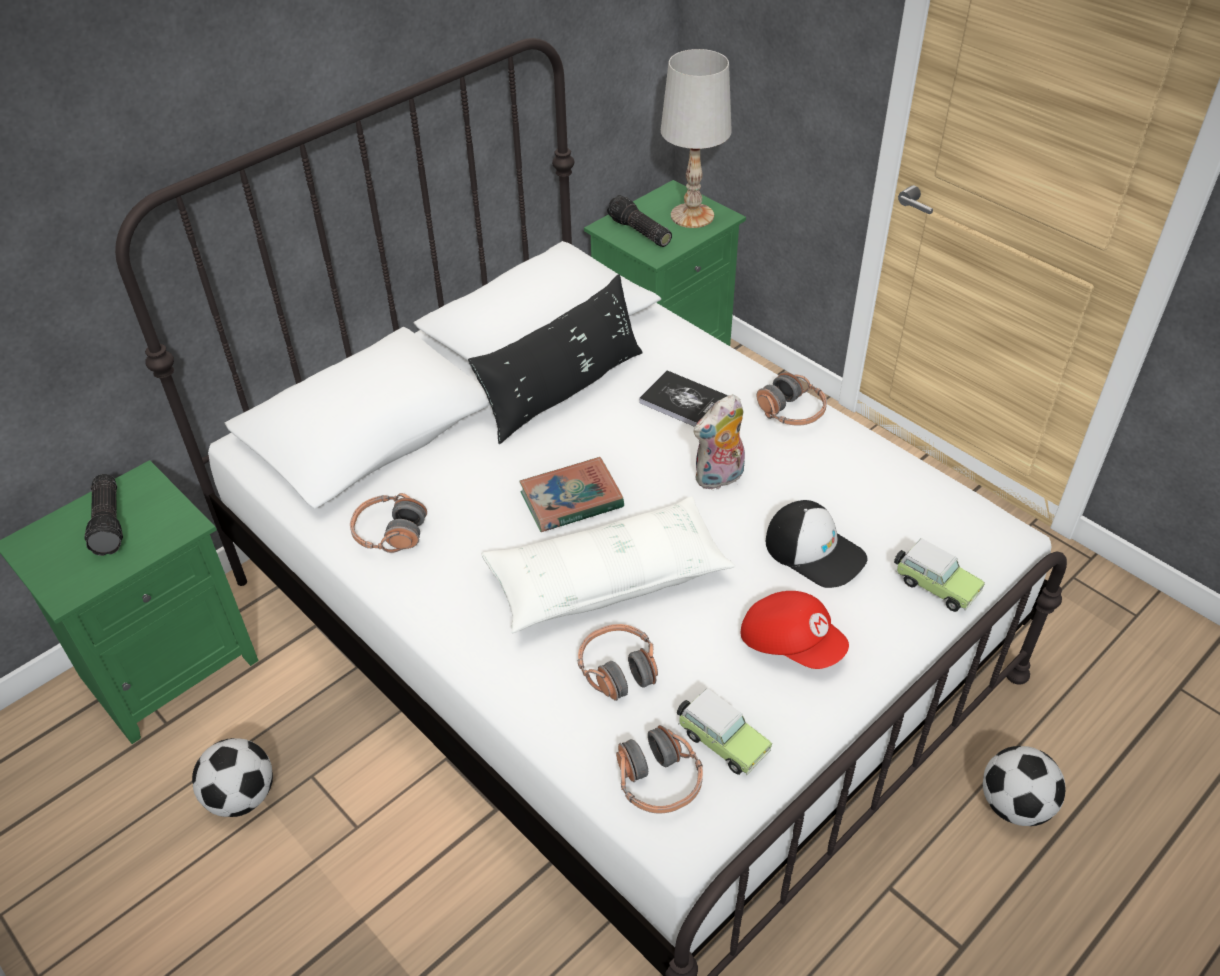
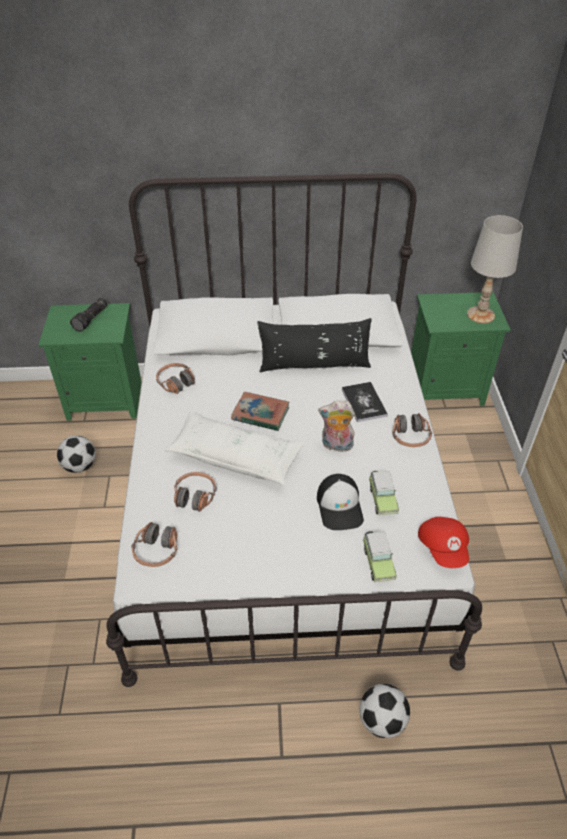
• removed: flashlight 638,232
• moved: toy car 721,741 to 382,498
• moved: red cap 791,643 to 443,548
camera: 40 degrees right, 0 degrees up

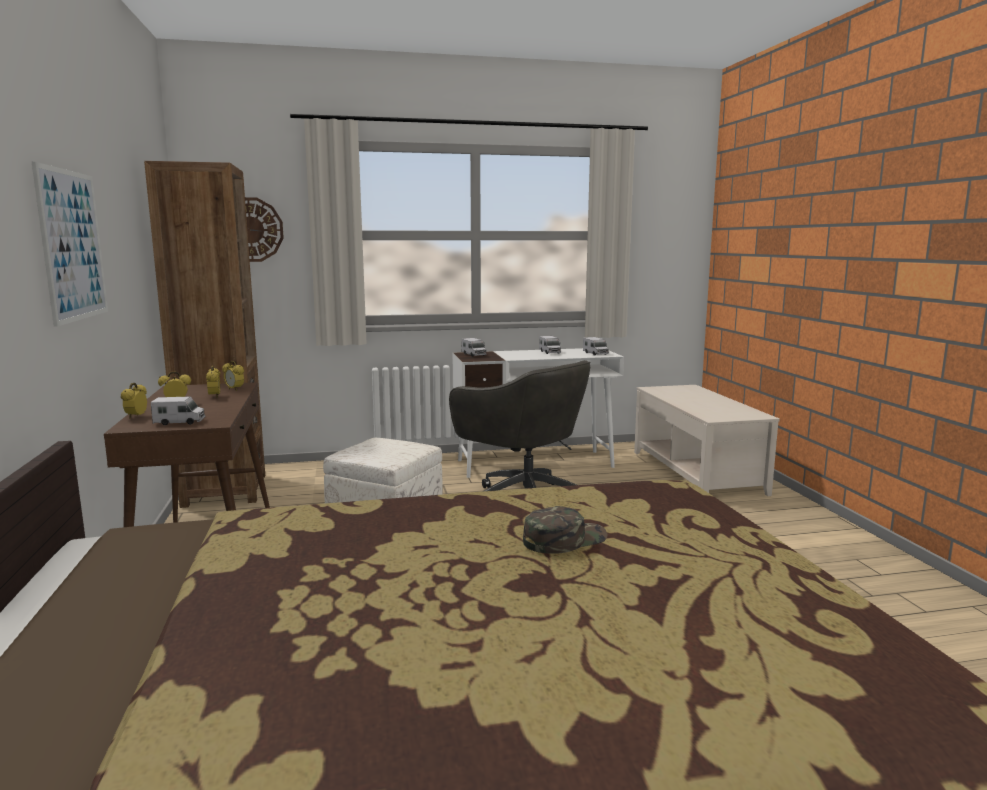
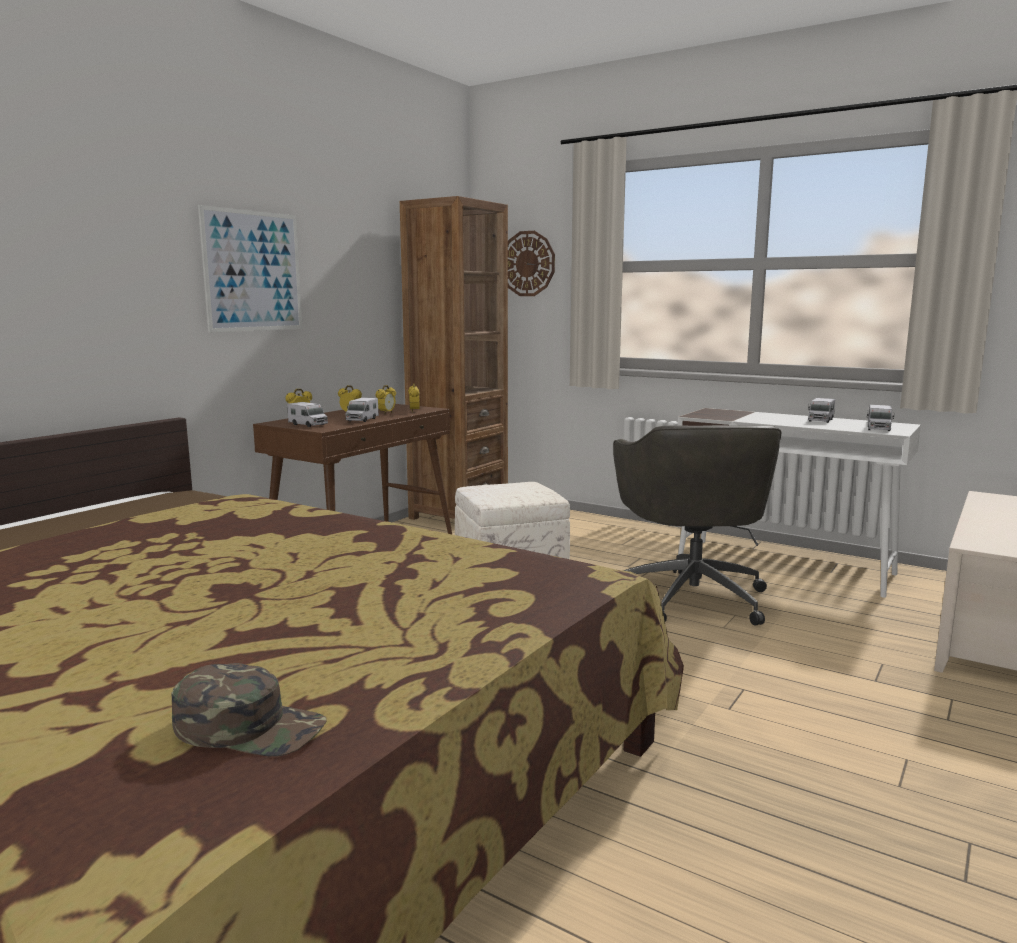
• moved: toy truck 474,354 to 362,420
• moved: green cap 564,539 to 250,727
camera: 45 degrees right, 0 degrees up

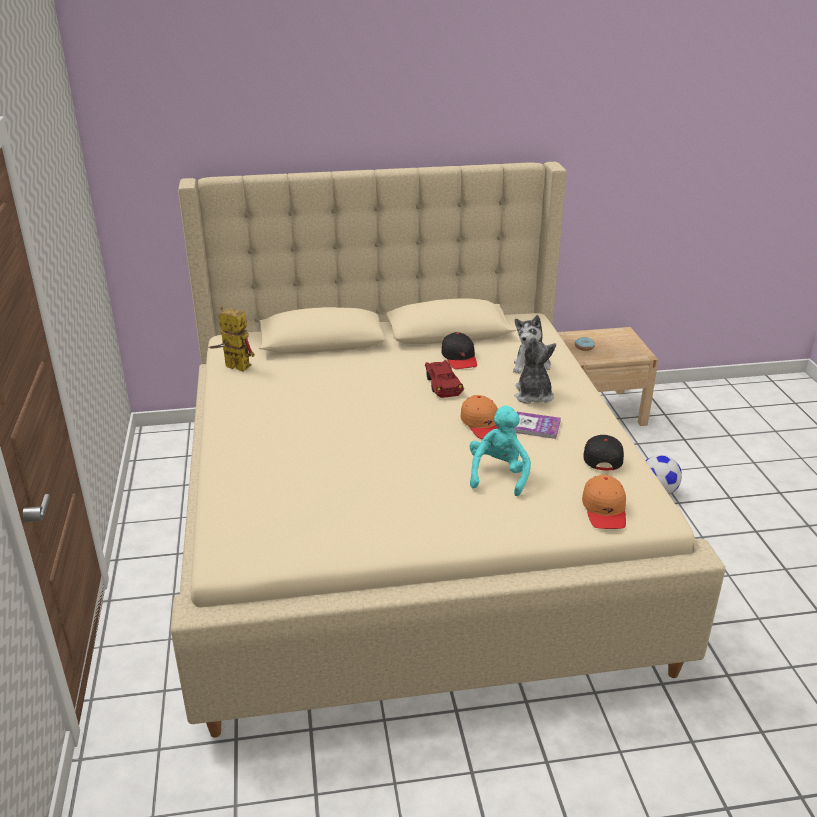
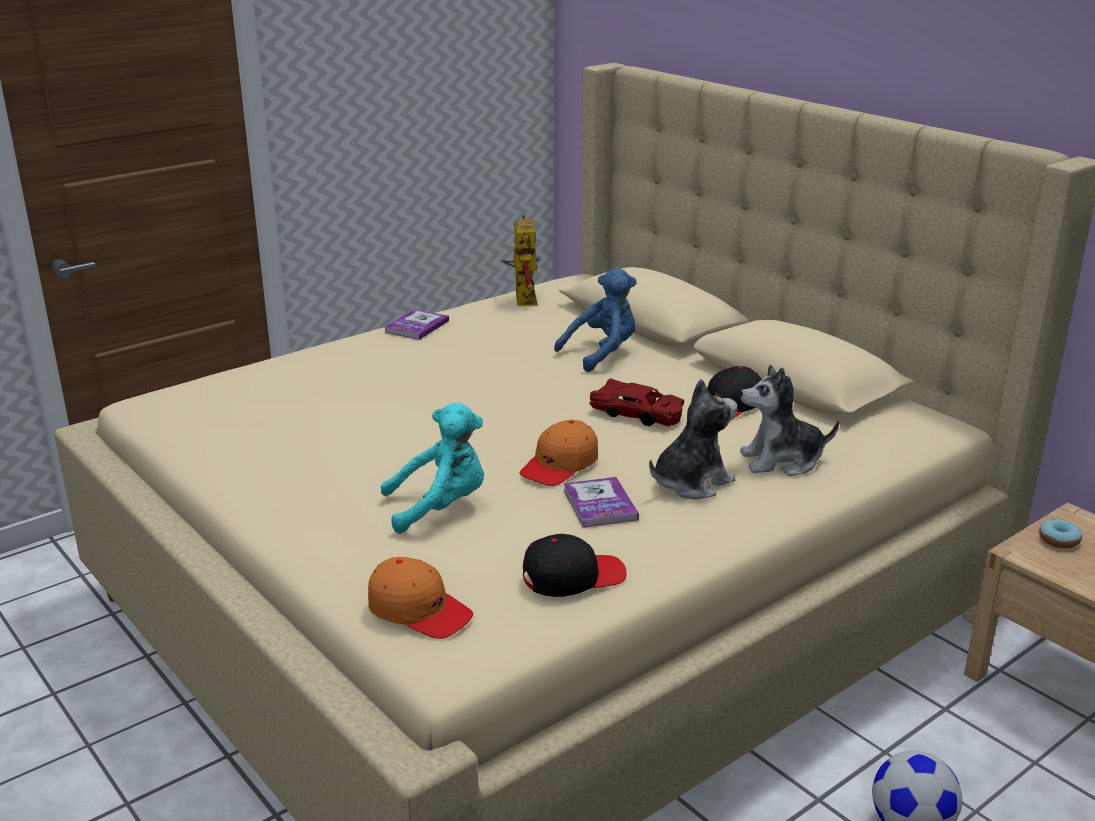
• turned: red toy car 442,384 = 636,414 75 degrees clockwise
• turned: orange cap 604,510 = 419,610 120 degrees counterclockwise
• added: book 416,326
• added: blue plush toy 602,354
camera: 60 degrees right, 5 degrees down

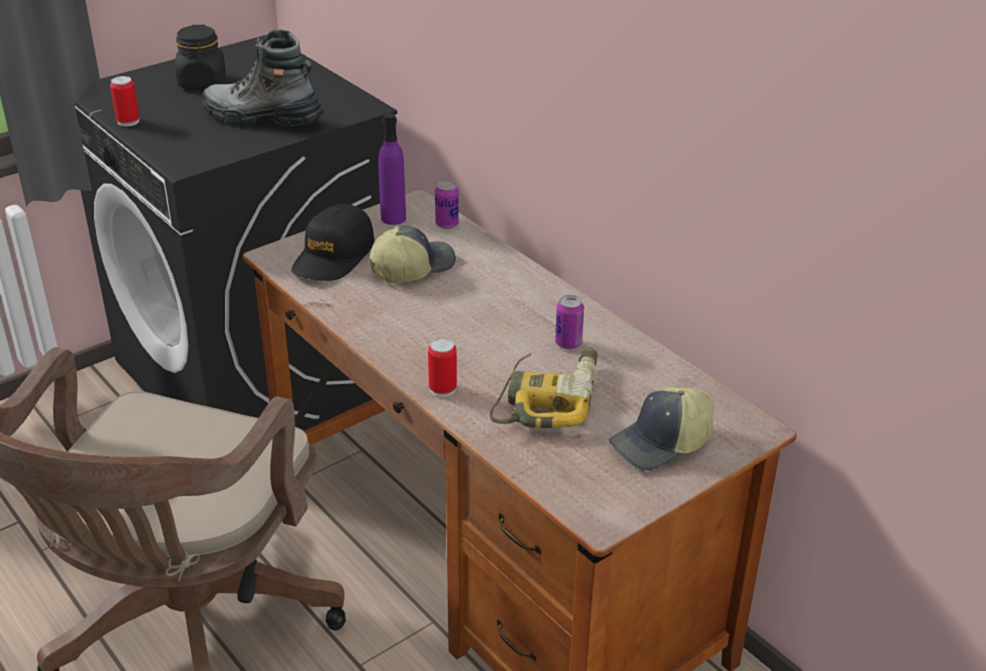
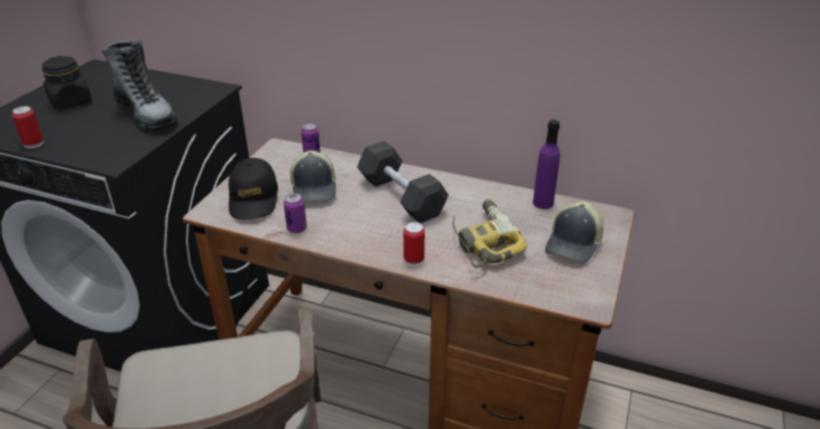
• turned: boot 263,118 = 146,114 120 degrees counterclockwise
• turned: cap 411,267 = 315,188 150 degrees clockwise
• moved: purple bottle 393,218 to 543,203
• moved: can 568,343 to 297,228
• added: black dumbbell 401,197
camera: 30 degrees left, 0 degrees up

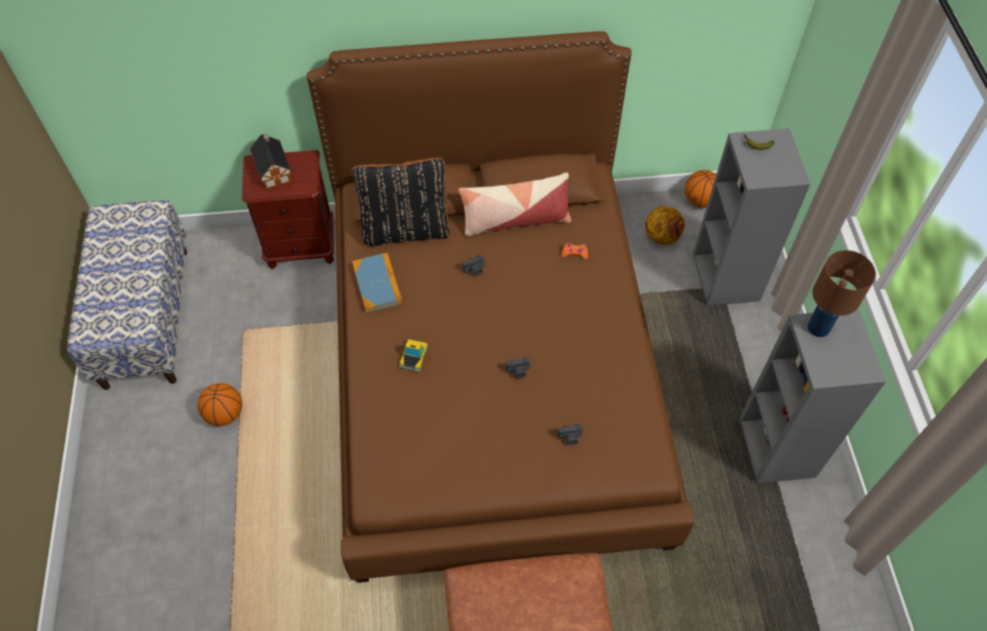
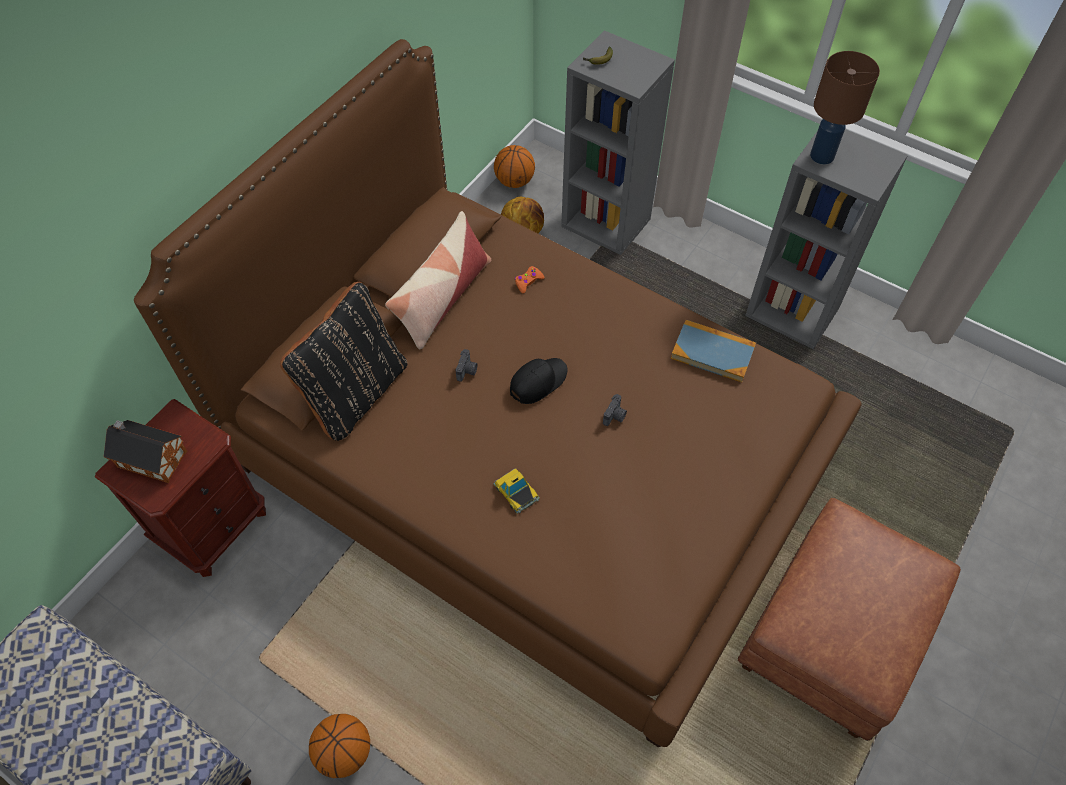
• moved: book 377,284 to 712,352
• removed: photo camera 570,438
• added: black cap 538,382
camera: 50 degrees left, 0 degrees up

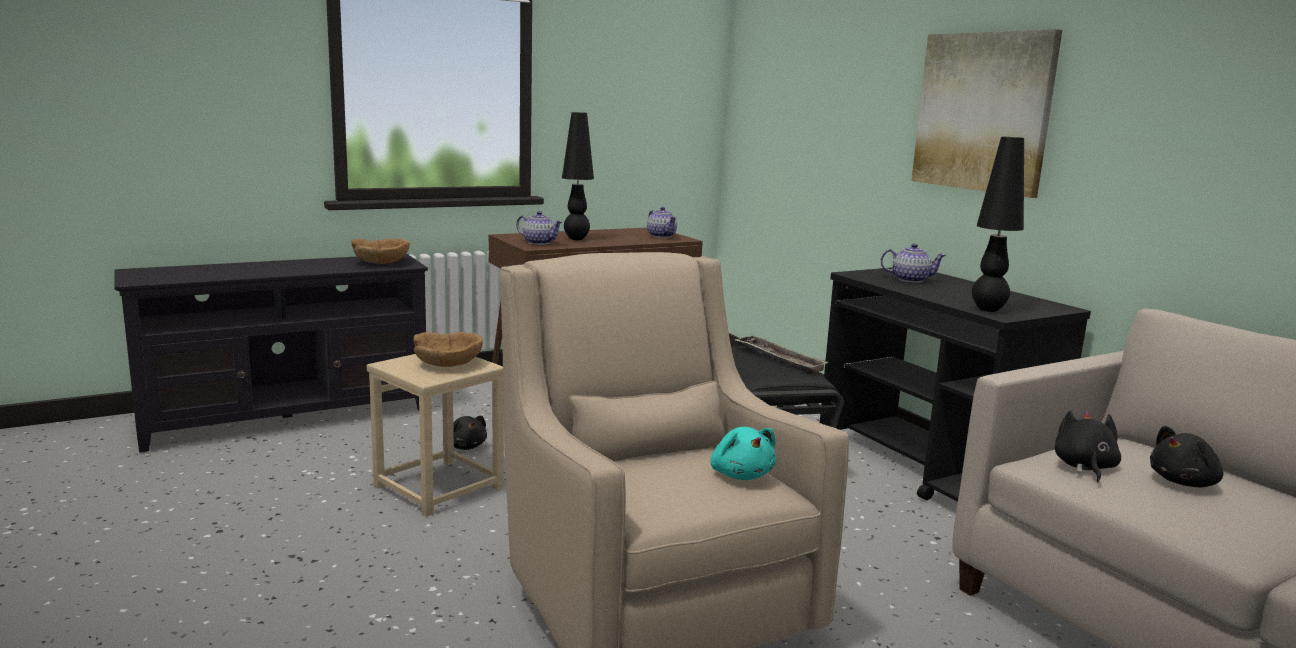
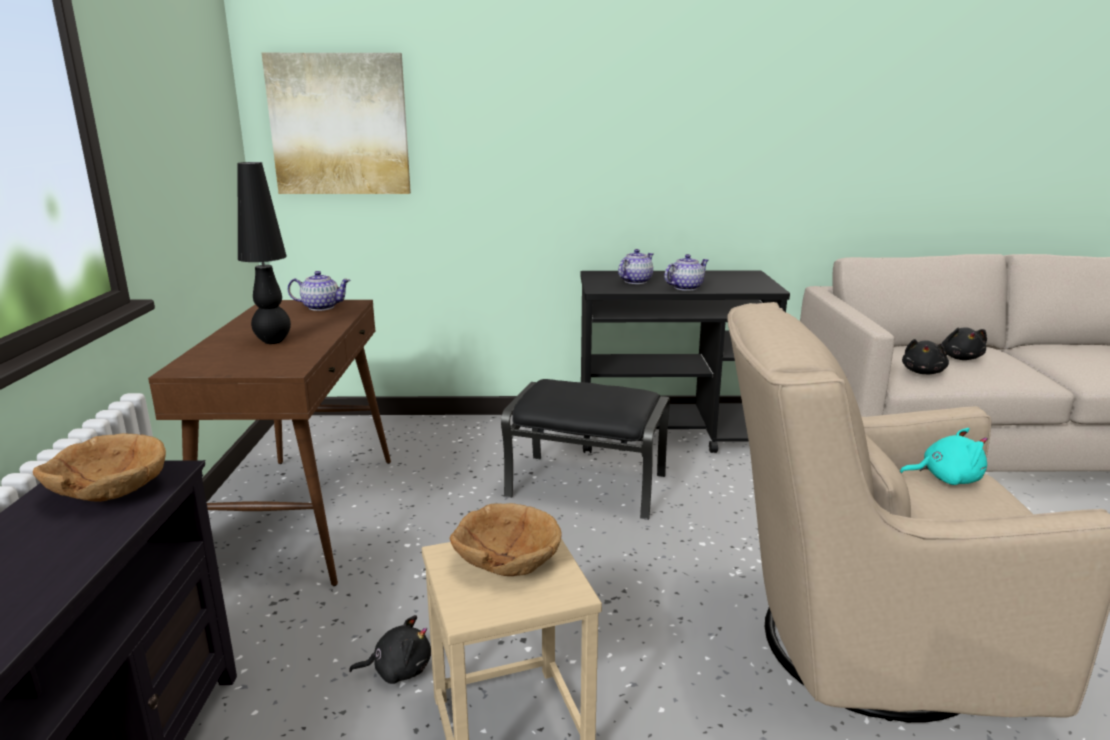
• moved: teapot 539,242 to 685,288
• removed: tray 779,359
• moved: picture 983,112 to 339,125
• removed: black table lamp 987,309
• turned: black plush toy 1084,467 = 923,372 105 degrees counterclockwise
camera: 60 degrees left, 5 degrees up

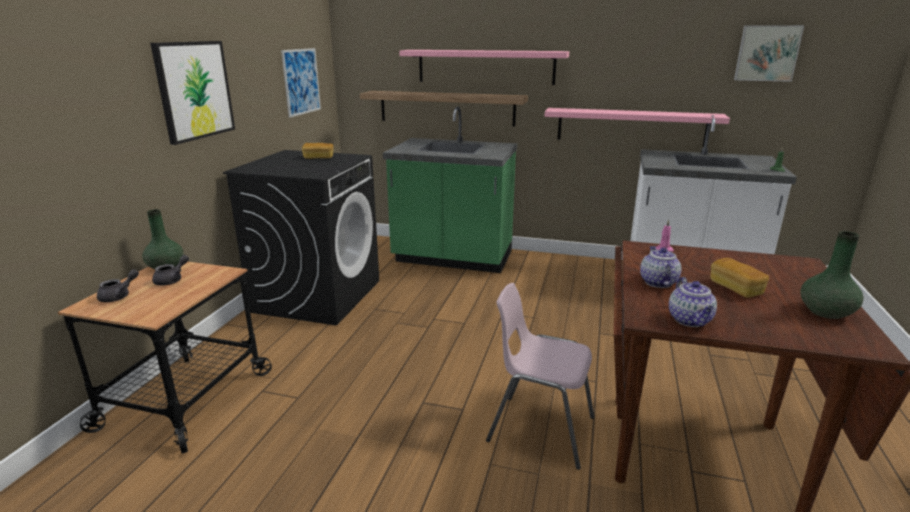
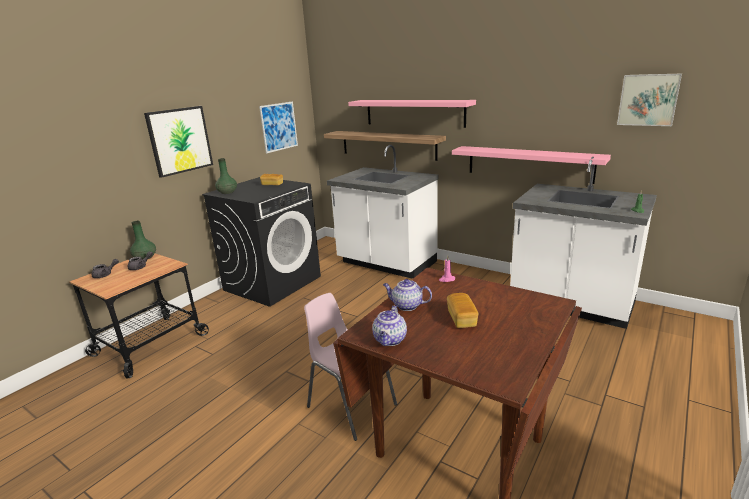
• recoloured: green counter 452,258 to white counter 386,263
• turned: teapot 657,282 = 406,306 90 degrees counterclockwise
• moved: green vase 826,312 to 227,192
camera: 20 degrees right, 0 degrees up

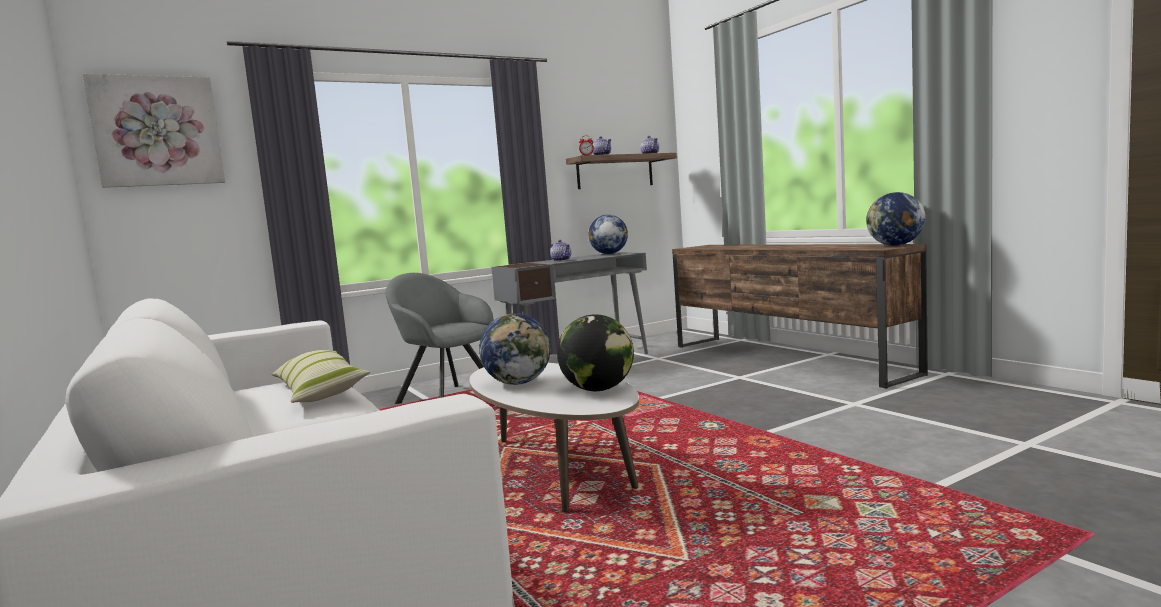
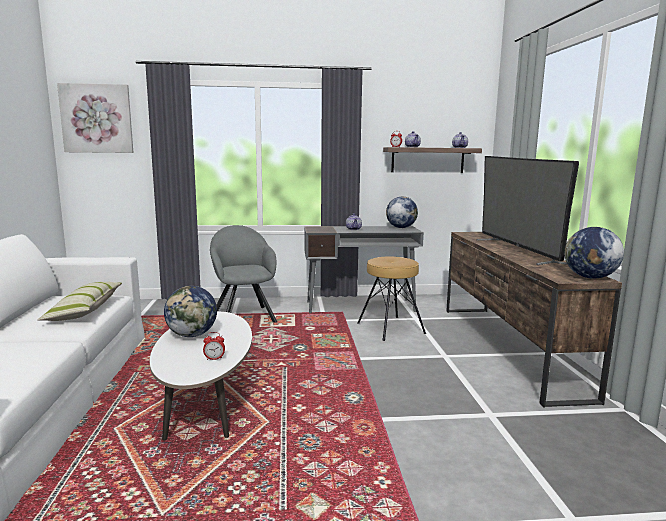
• replaced: globe 598,389 to alarm clock 214,359
• added: brown stool 390,328
• added: television 516,250
camera: 25 degrees right, 5 degrees up

